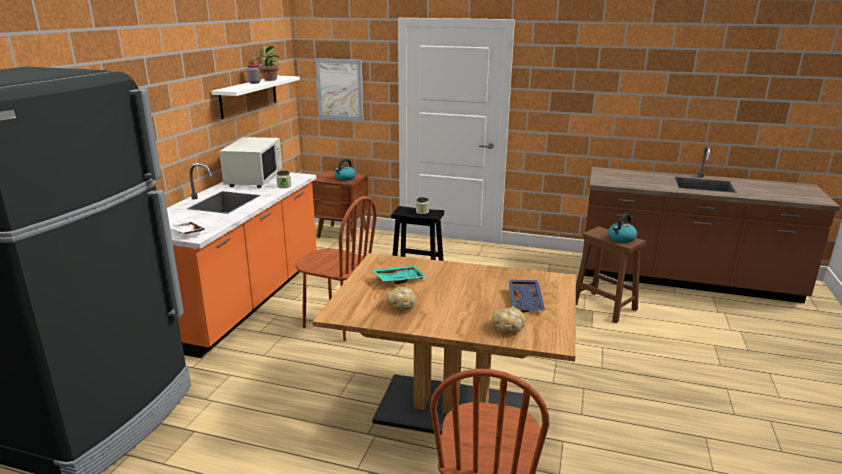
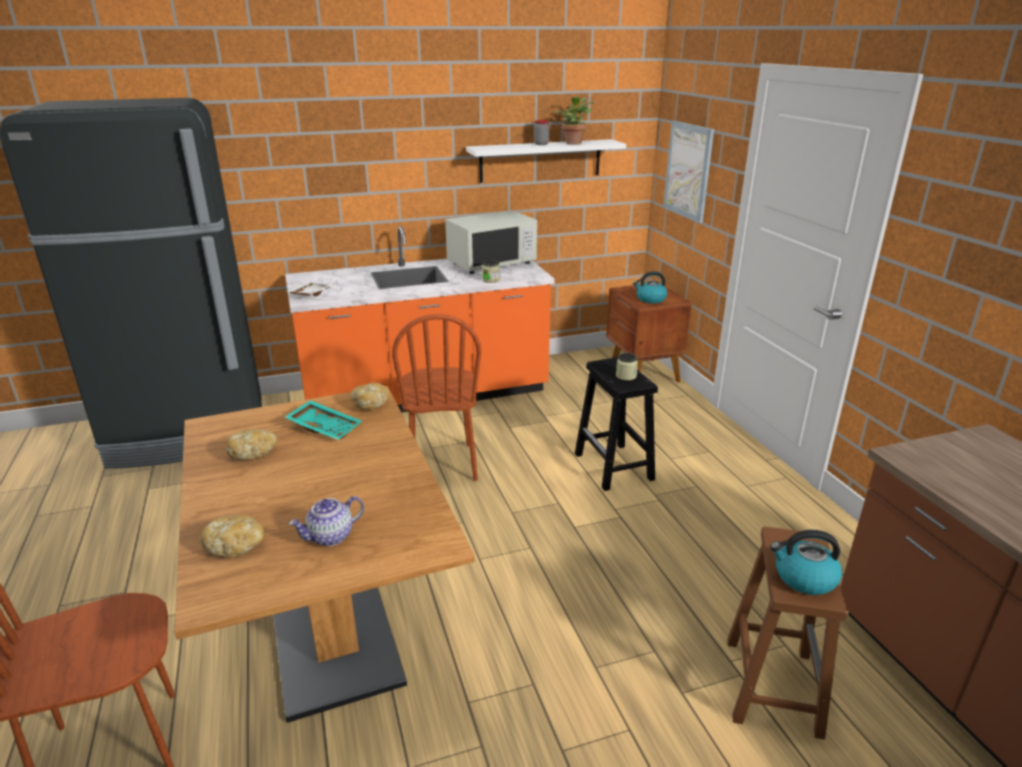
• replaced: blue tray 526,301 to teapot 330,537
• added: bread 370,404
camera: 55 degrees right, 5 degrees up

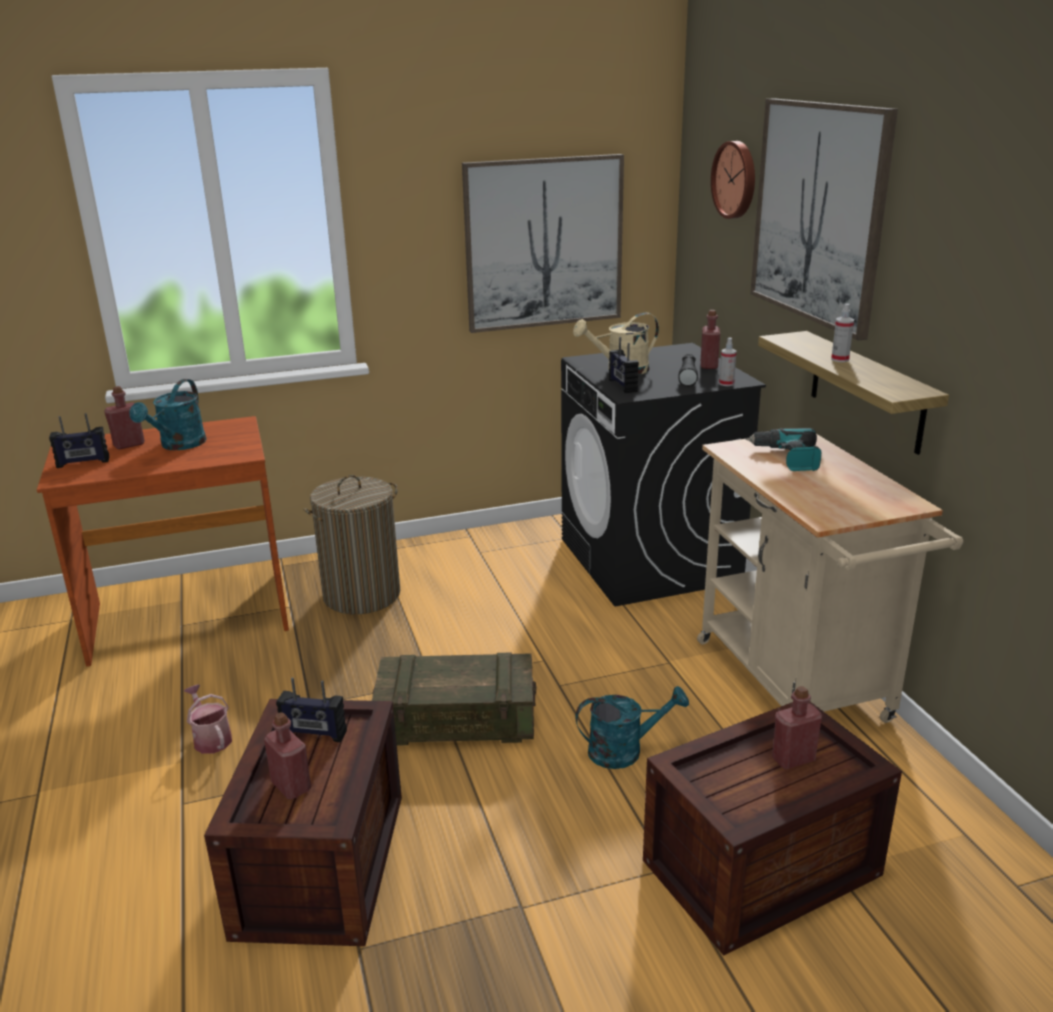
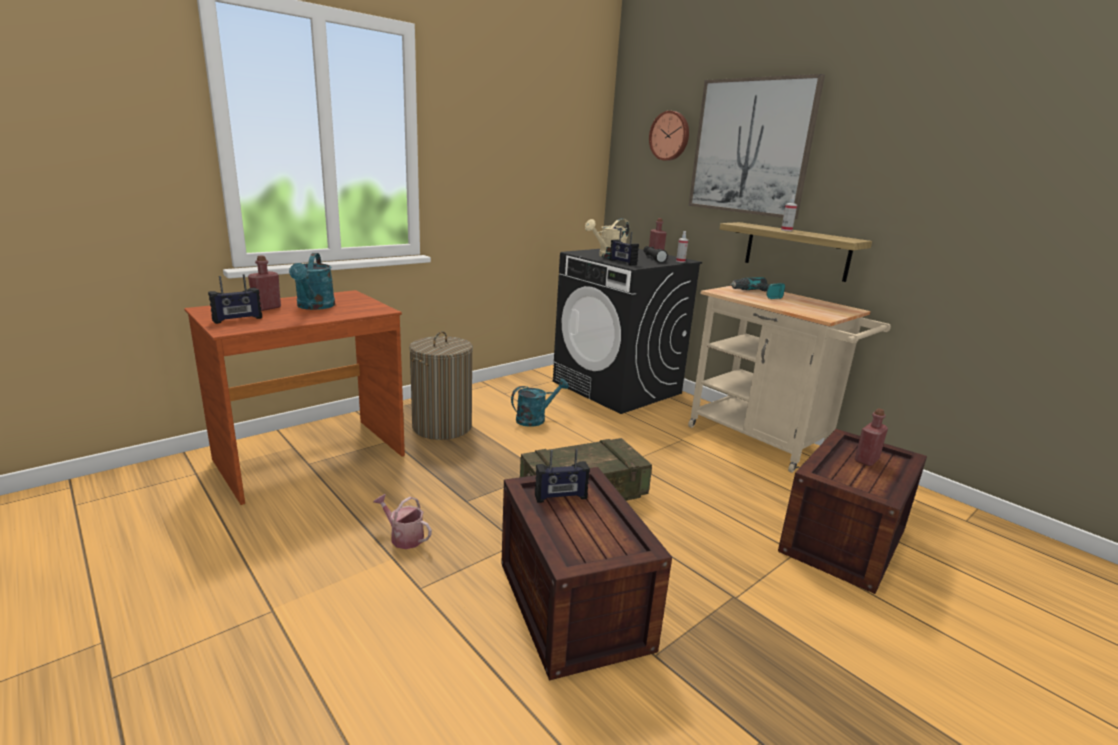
• removed: red bottle 291,786
• removed: picture 544,243
• moved: turquoise watering can 624,750 to 535,419
camera: 25 degrees left, 5 degrees down

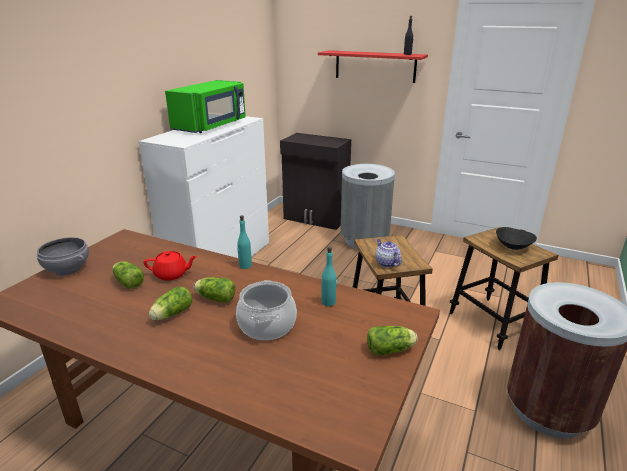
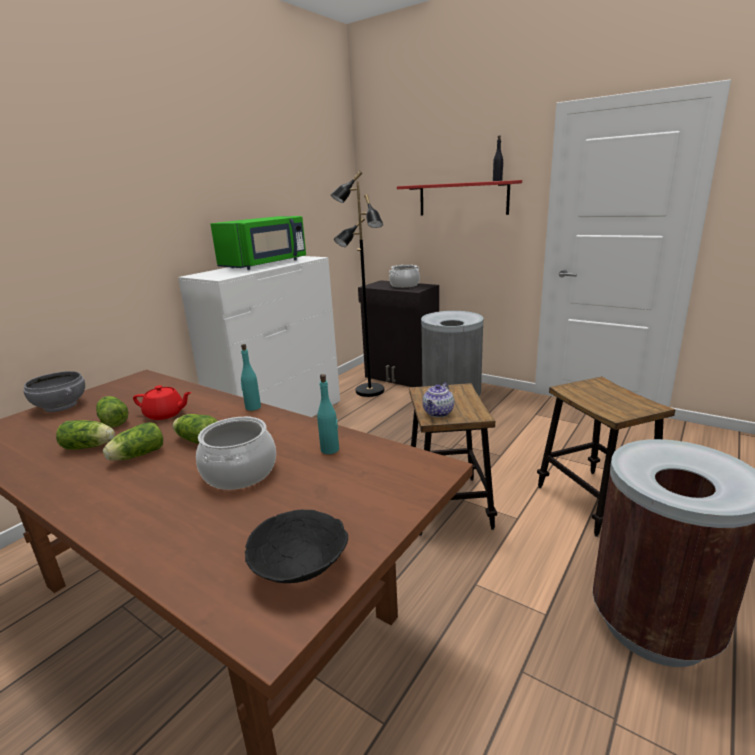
• moved: lettuce 391,350 to 90,446
• turned: teapot 386,263 = 438,413 135 degrees counterclockwise
• moved: black bowl 512,246 to 301,567
• added: black floor lamp 369,391
• added: cooking pot 404,285
camera: 10 degrees right, 5 degrees down

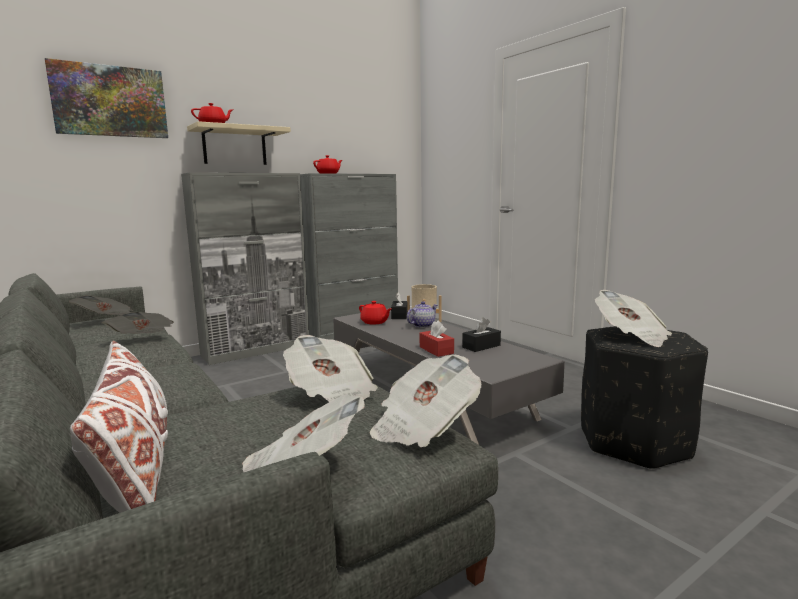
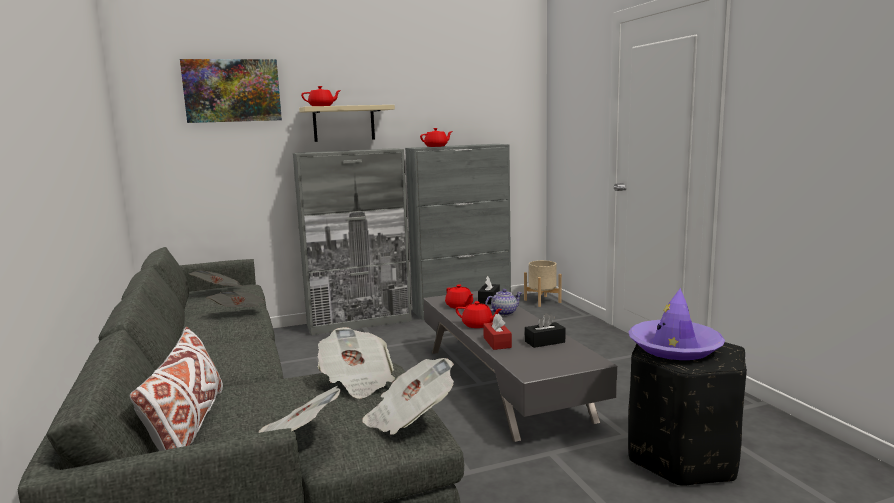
• replaced: newspaper 631,336 to purple hat 674,348
• added: red teapot 478,325
camera: 15 degrees right, 0 degrees up

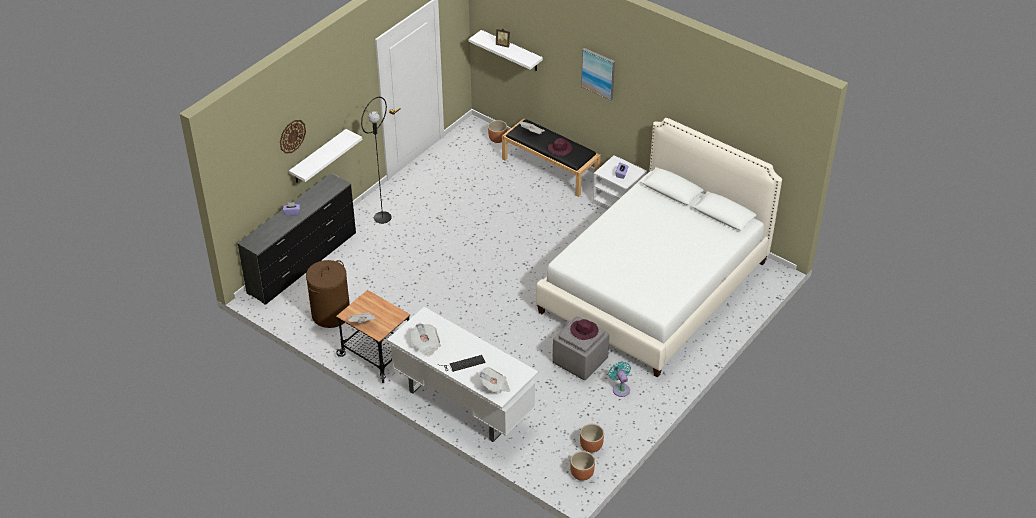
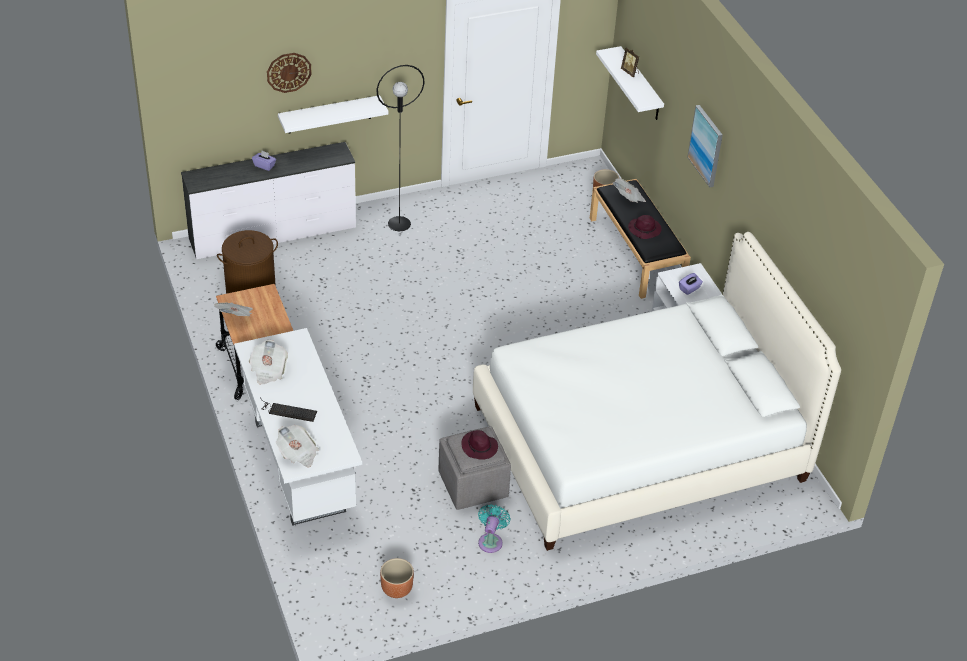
• recoloured: black dresser 303,263 to white dresser 273,234
• removed: brown planter 581,474
camera: 30 degrees right, 0 degrees up

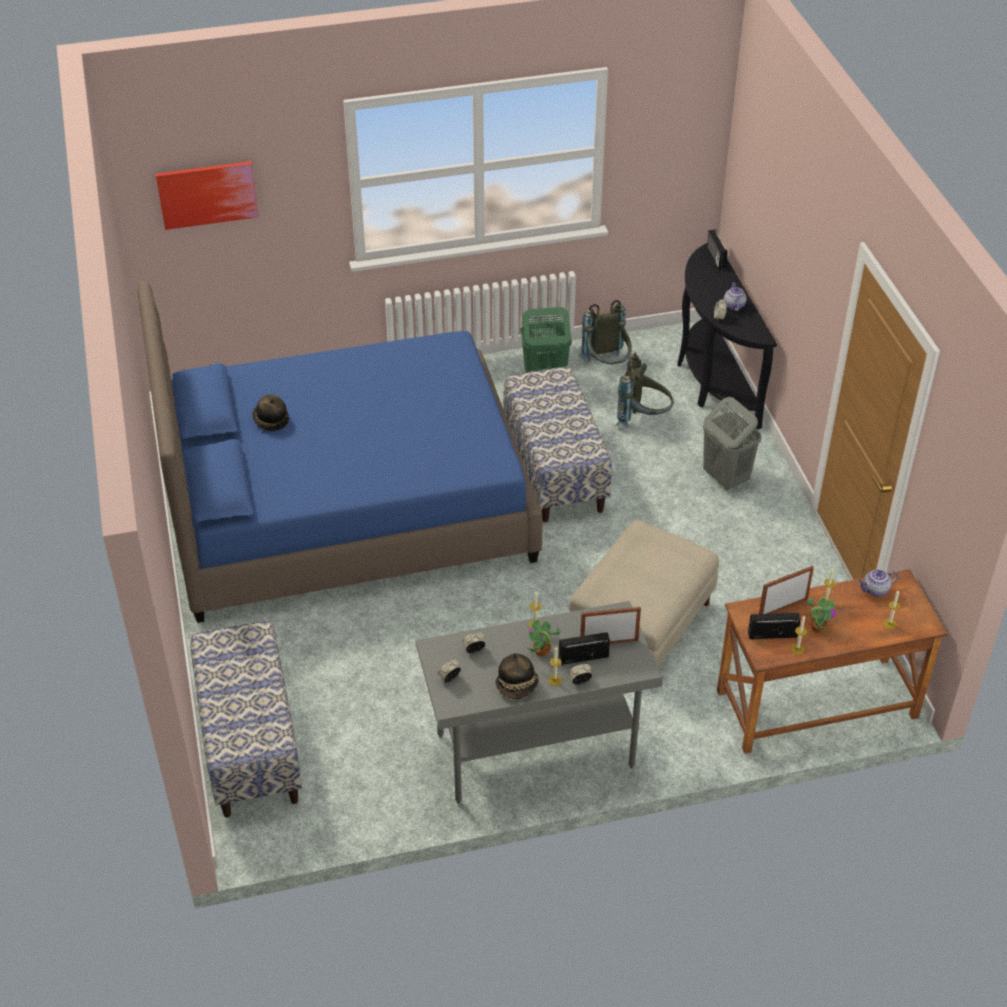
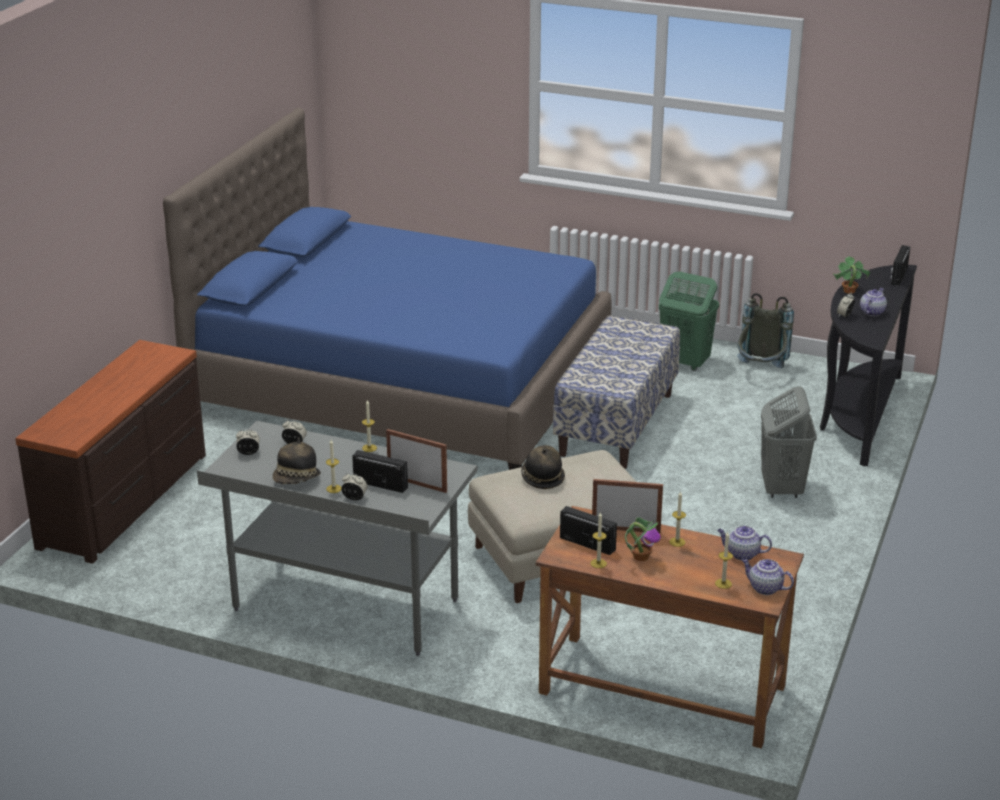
• removed: picture 207,194
• replaced: bench 249,743 to brown dresser 126,500
• moved: hat 270,420 to 542,478
• moved: potted plant 541,652 to 849,291
• removed: grey backpack 643,419
• added: teapot 764,588
camera: 35 degrees right, 15 degrees down

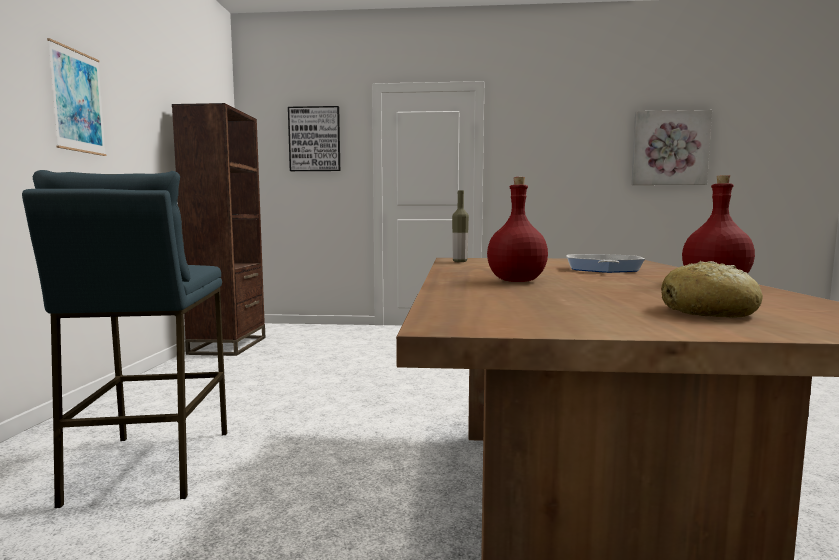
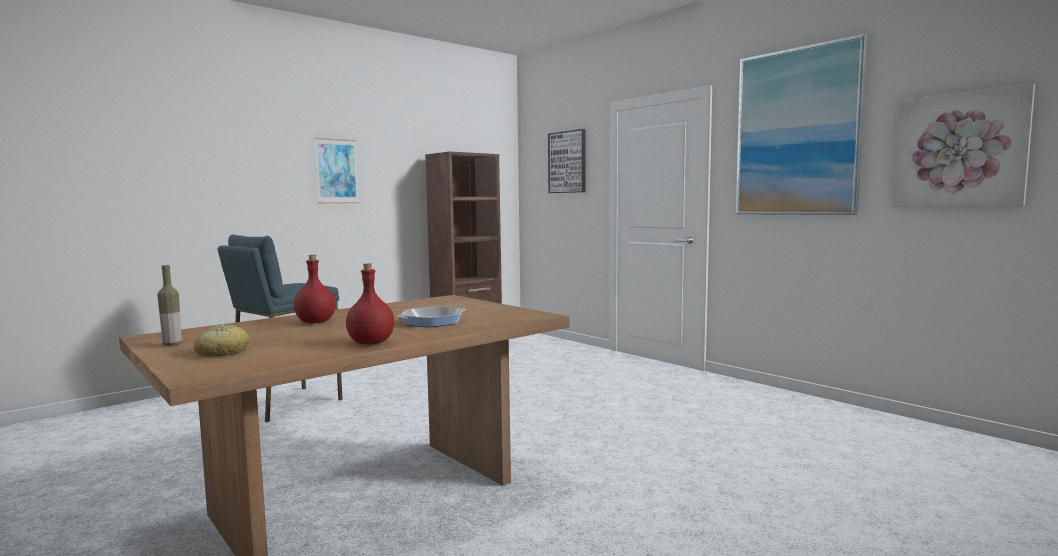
• moved: bottle 460,261 to 172,344
• added: picture 797,132
camera: 45 degrees right, 0 degrees up

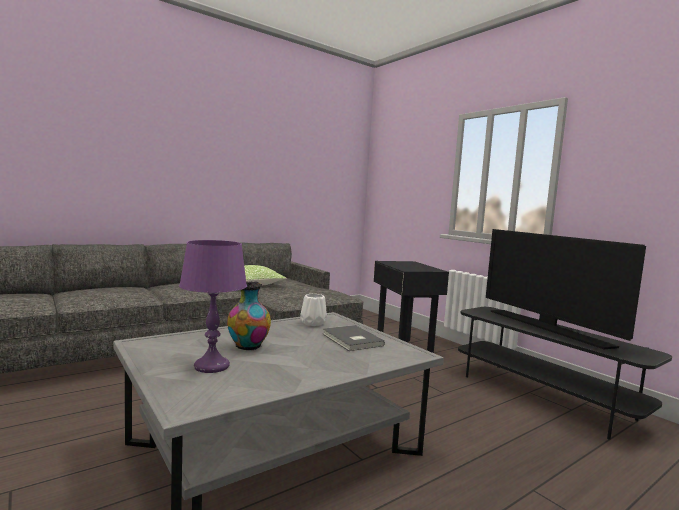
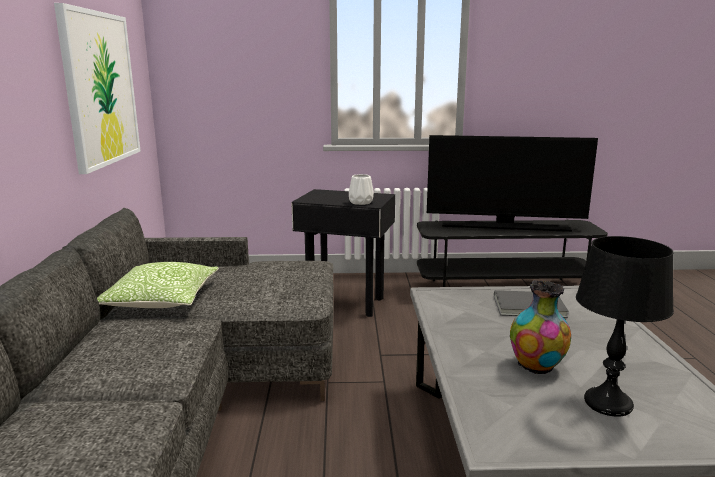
• recoloured: purple table lamp 211,366 to black table lamp 608,404
• moved: white vase 312,323 to 361,202
• added: picture 100,89
camera: 55 degrees left, 10 degrees up

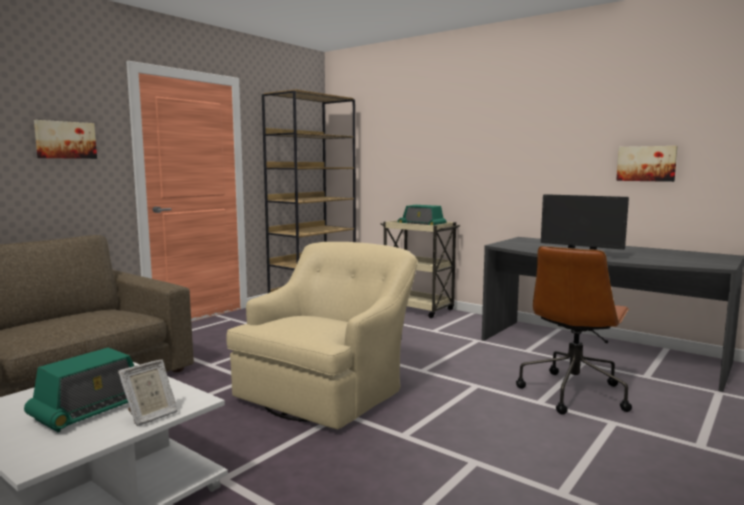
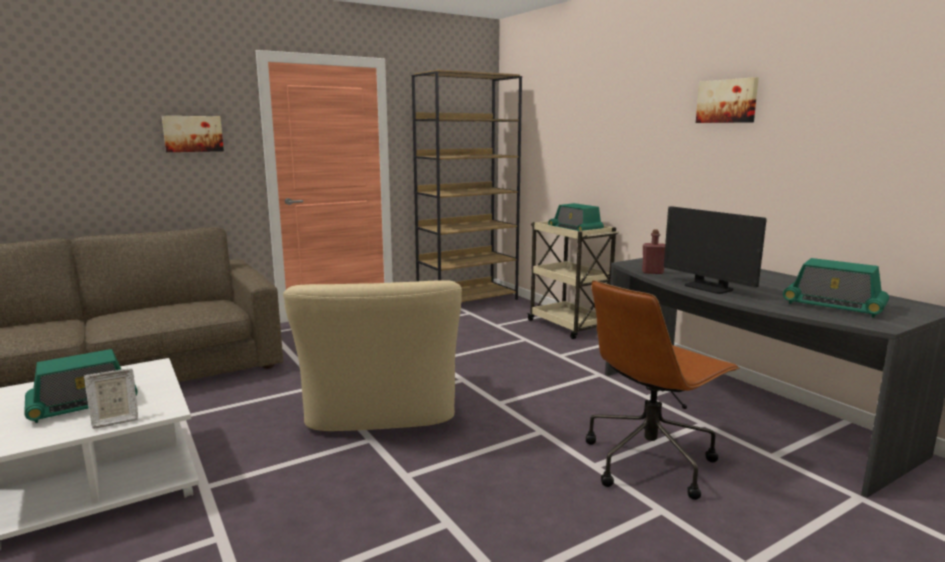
• turned: beige armchair 328,391 = 381,411 120 degrees clockwise
• moved: picture 646,163 to 727,101
• added: red bottle 652,272
• added: radio 833,306
camera: 20 degrees right, 5 degrees up

